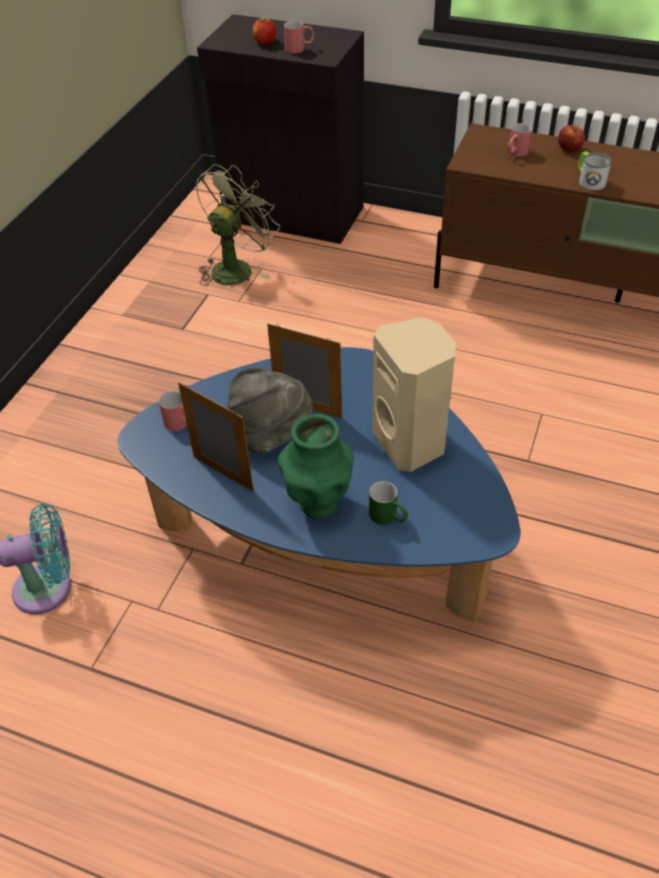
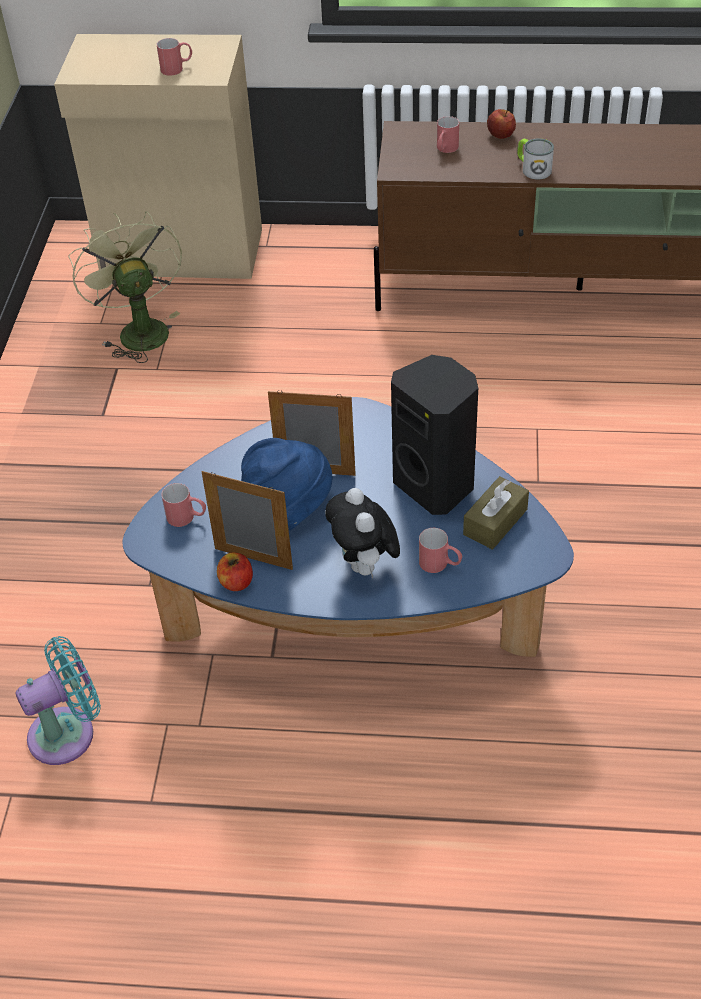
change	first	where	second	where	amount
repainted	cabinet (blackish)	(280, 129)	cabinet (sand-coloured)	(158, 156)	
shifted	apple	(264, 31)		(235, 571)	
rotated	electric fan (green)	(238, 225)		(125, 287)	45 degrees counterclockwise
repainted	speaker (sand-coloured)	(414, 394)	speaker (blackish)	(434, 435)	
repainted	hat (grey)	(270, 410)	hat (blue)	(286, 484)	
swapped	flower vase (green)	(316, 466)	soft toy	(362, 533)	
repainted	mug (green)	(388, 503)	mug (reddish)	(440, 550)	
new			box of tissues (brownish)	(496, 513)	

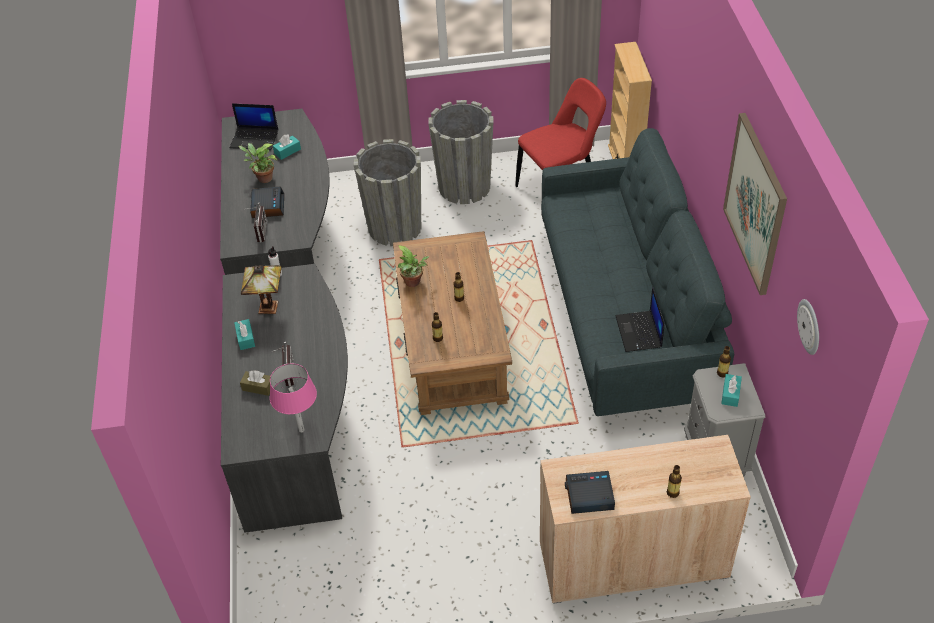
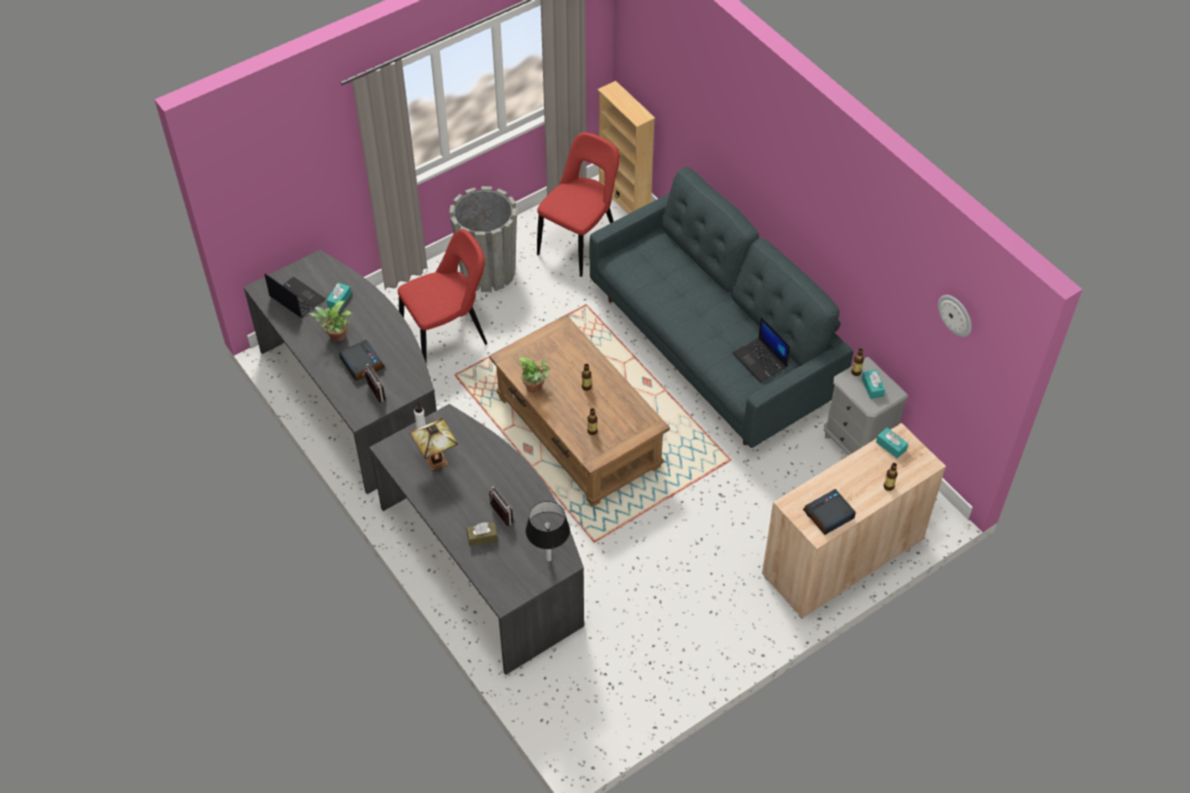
change	first	where	second	where	amount
rotated	portable computer	(254, 126)		(295, 295)	120 degrees counterclockwise
gone	wall picture	(755, 204)			
swapped	planter (grey)	(387, 192)	plain chair (reddish)	(442, 295)	
shifted	box of tissues (turquoise)	(244, 334)		(892, 443)	
repainted	lamp for a table (pink-coloured)	(293, 398)	lamp for a table (blackish)	(548, 531)	

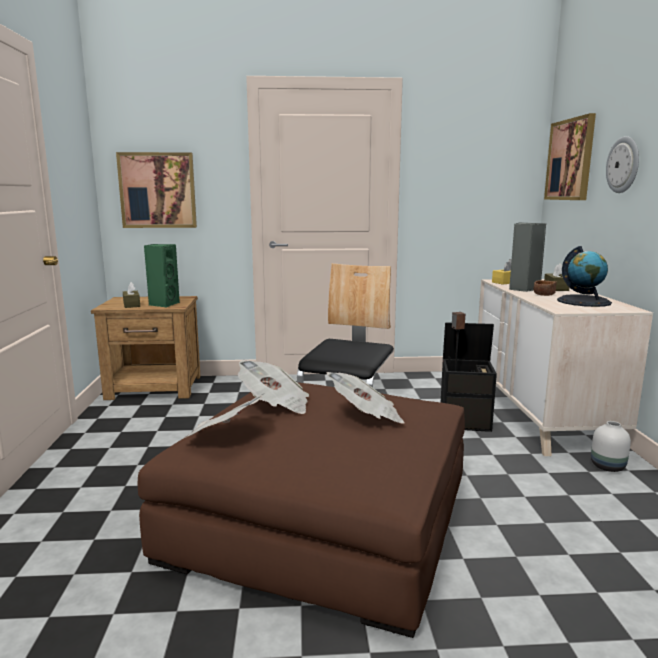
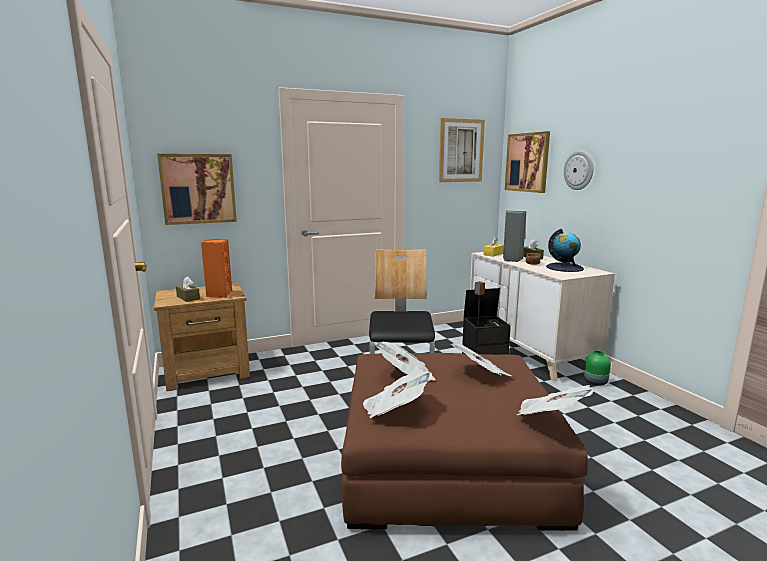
change	first	where	second	where	amount
repainted	speaker (green)	(162, 275)	speaker (orangey)	(216, 268)	
repainted	flower vase (white-coloured)	(611, 446)	flower vase (green)	(597, 368)	
new			wall picture	(462, 150)	
new			printed paper	(555, 400)	

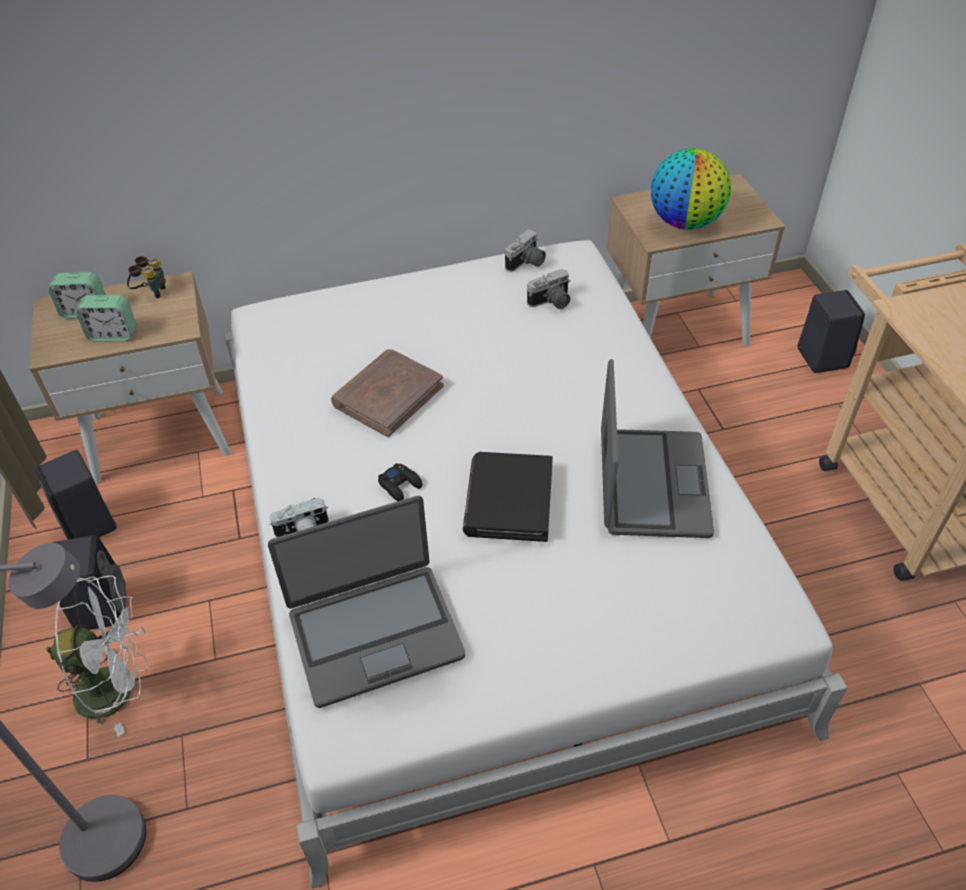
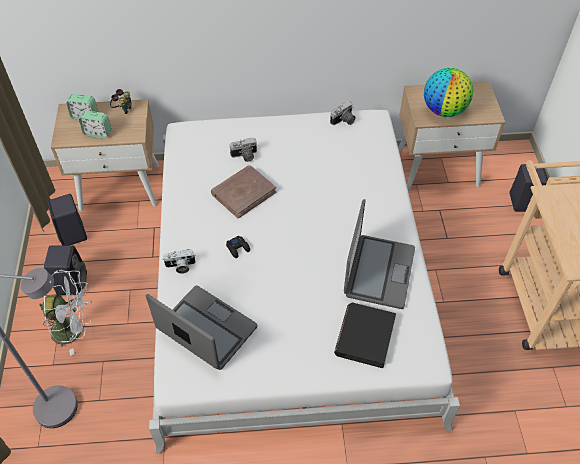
change	first	where	second	where	amount
shifted	still camera	(549, 289)		(244, 149)	
shifted	book (blackish)	(508, 497)		(365, 335)	
rotated	portable computer	(366, 602)		(202, 327)	135 degrees counterclockwise

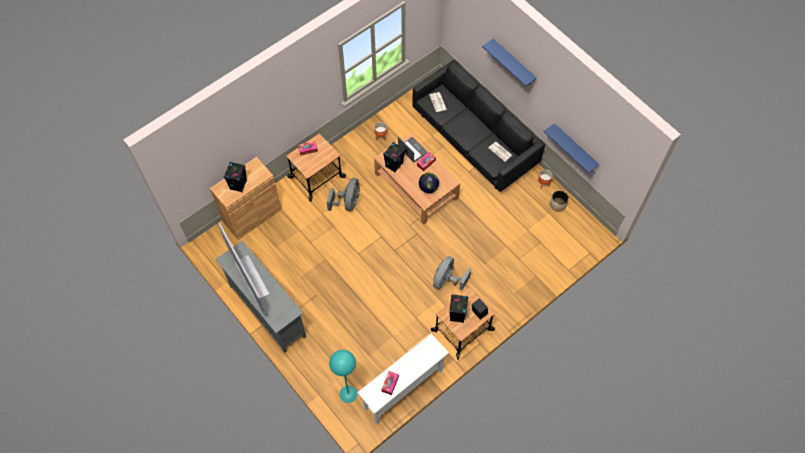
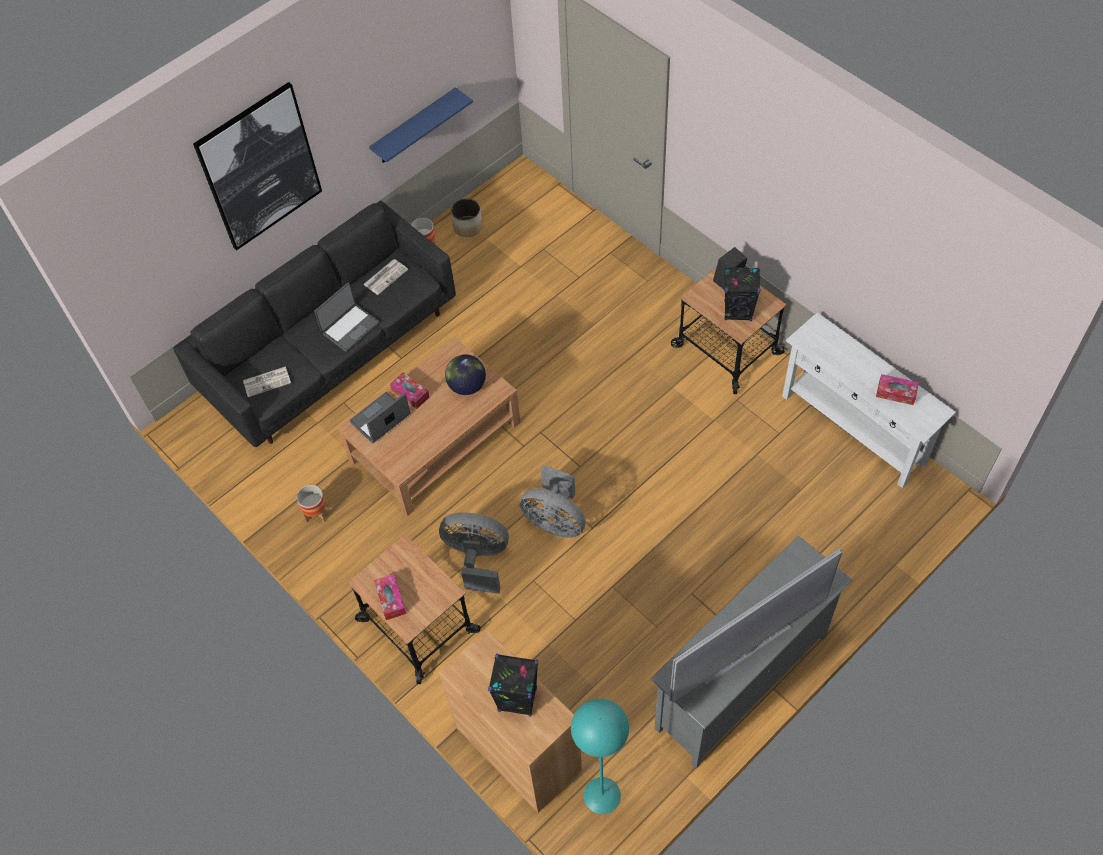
change	first	where	second	where	amount
swapped	wall shelf (blue)	(509, 62)	wall picture	(257, 166)	
gone	speaker (blackish)	(394, 157)			
shifted	electric fan (grey)	(452, 273)		(553, 501)	
shifted	standing lamp (turquoise)	(343, 376)		(600, 756)	
new			portable computer	(346, 317)	

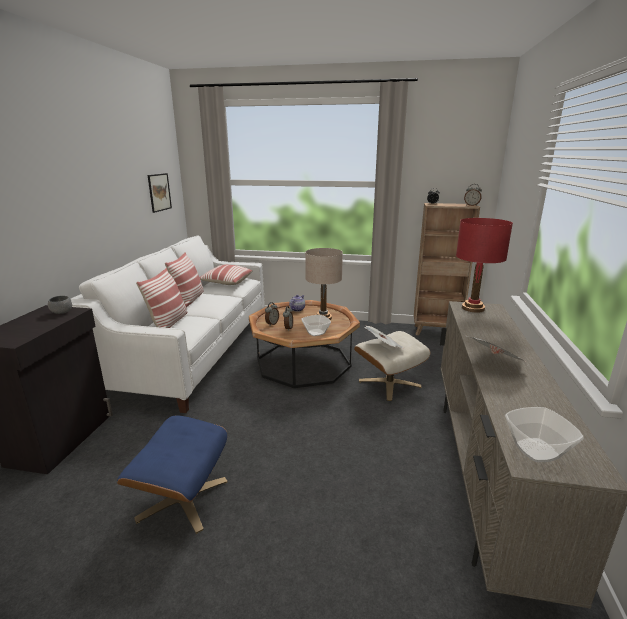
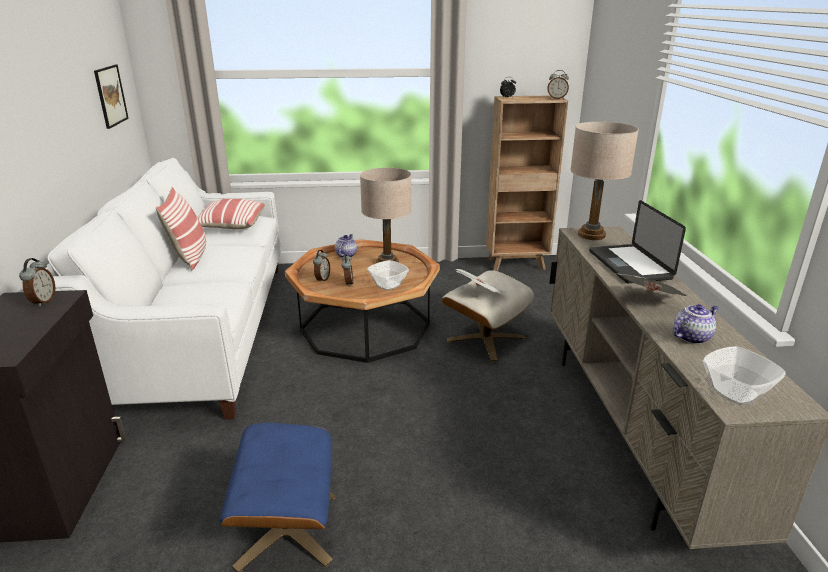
change	first	where	second	where	amount
repainted	lamp for a table (reddish)	(484, 265)	lamp for a table (sand-coloured)	(604, 181)	
gone	throw pillow	(161, 298)			
swapped	deep dish (grey)	(60, 305)	bedside clock	(37, 282)	
new			portable computer	(637, 241)	
new			pot for tea	(696, 324)	

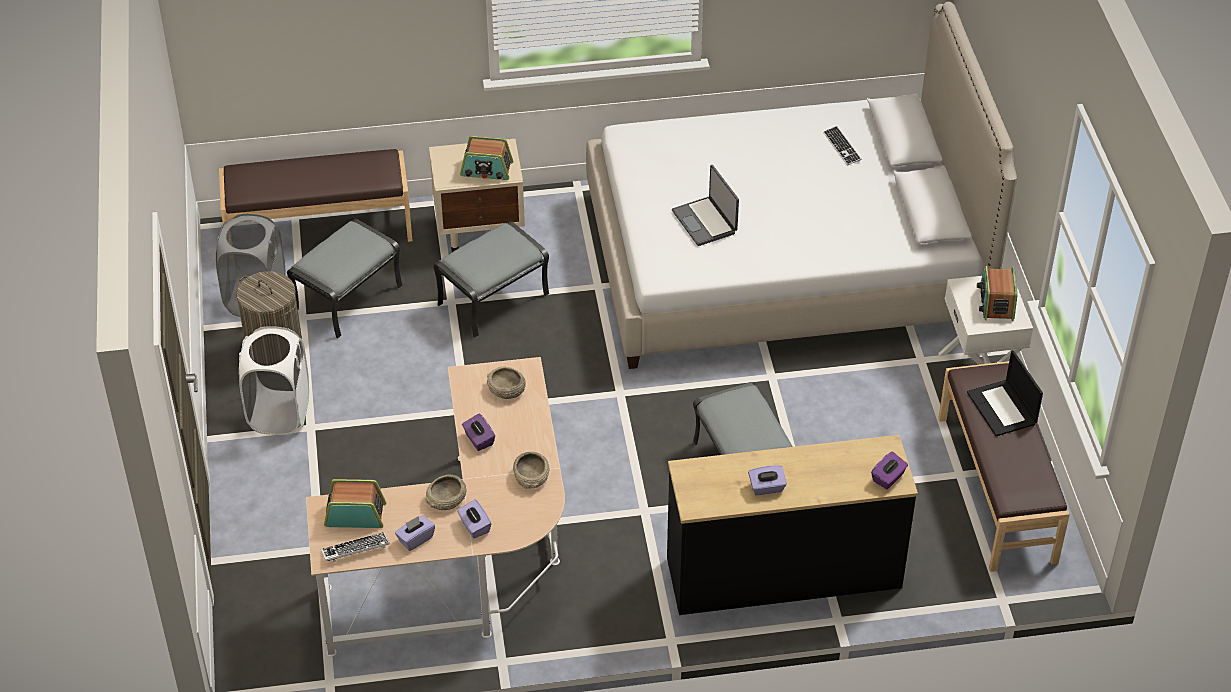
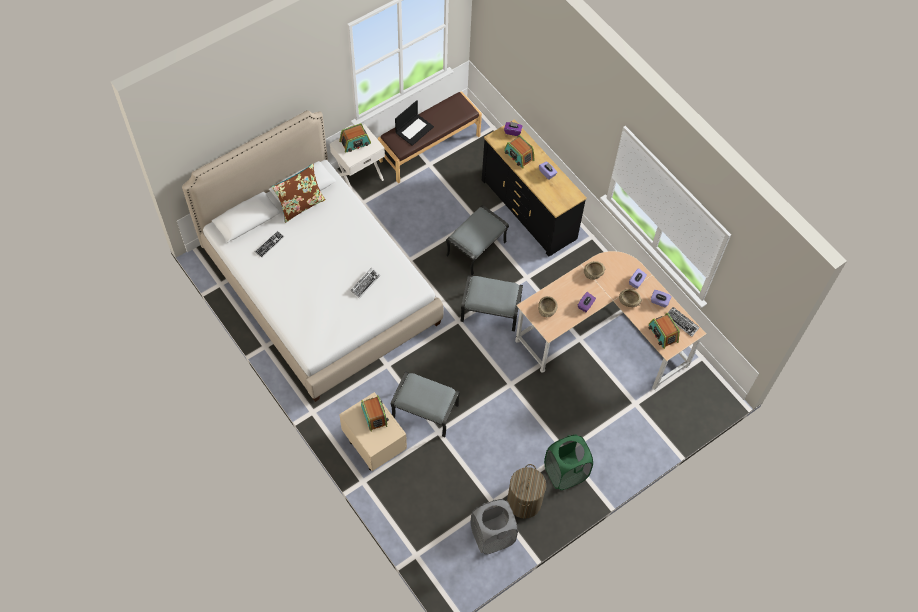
change	first	where	second	where	amount
gone	indoor bench (brownish)	(316, 195)			
swapped	portable computer	(705, 205)	computer keyboard	(365, 283)	
shifted	footrest (grey)	(345, 279)		(491, 303)	
repainted	hamper (white-coloured)	(274, 380)	hamper (green)	(568, 462)	
new			radio receiver	(519, 151)	
new			throw pillow (brownish)	(299, 193)	

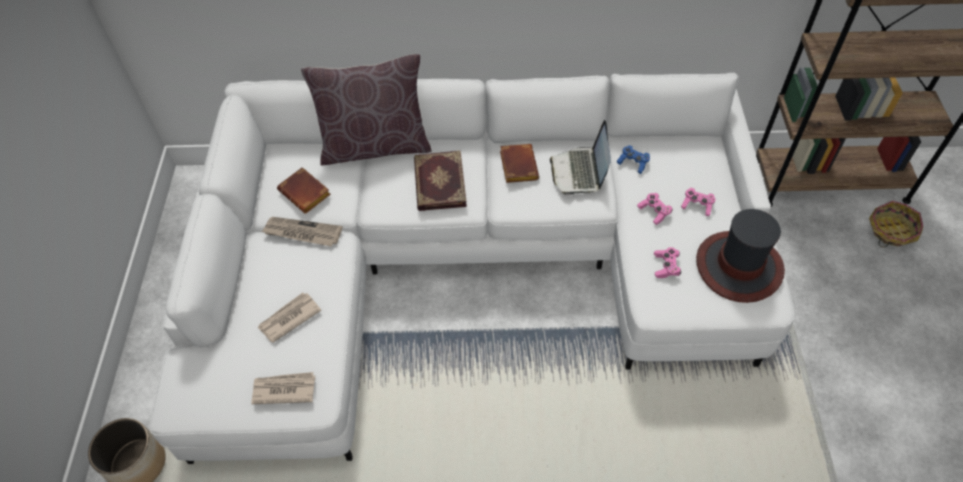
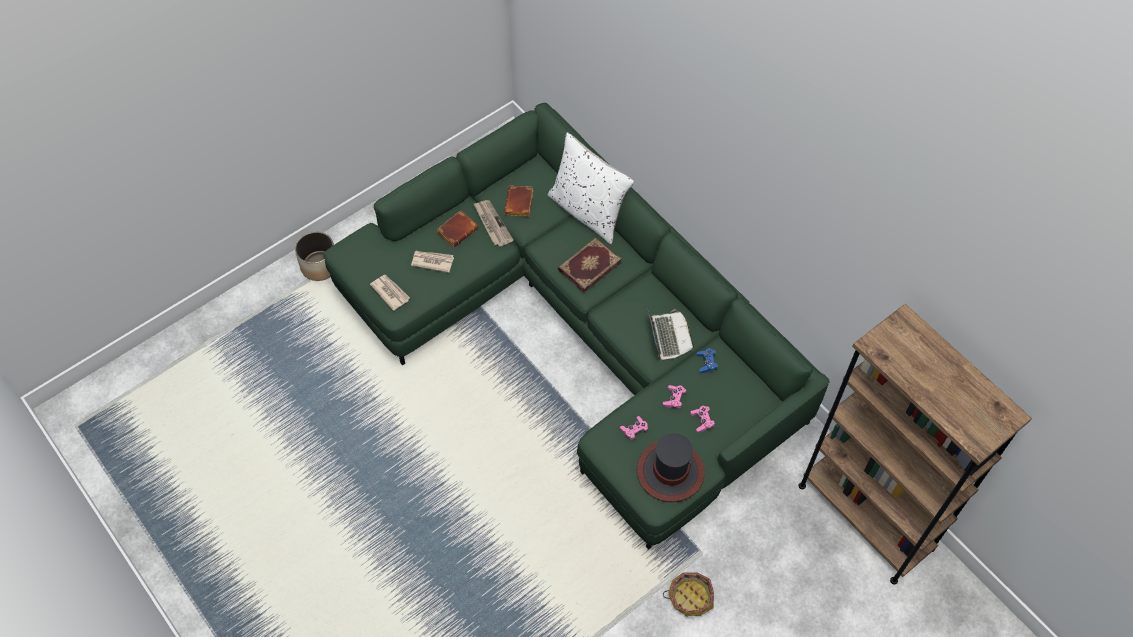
change	first	where	second	where	amount
repainted	throw pillow (brownish)	(366, 109)	throw pillow (white-coloured)	(591, 188)	
repainted	sofa (white-coloured)	(471, 268)	sofa (green)	(576, 326)	
rotated	portable computer	(580, 158)		(671, 334)	120 degrees clockwise
shifted	book (brownish)	(519, 163)		(457, 229)	
shifted	household basket	(896, 224)		(688, 594)	

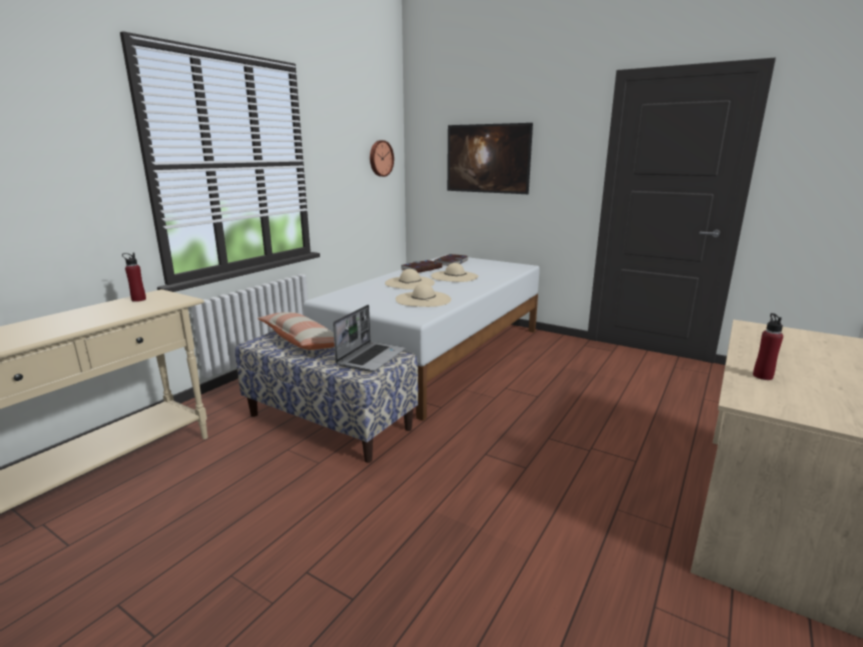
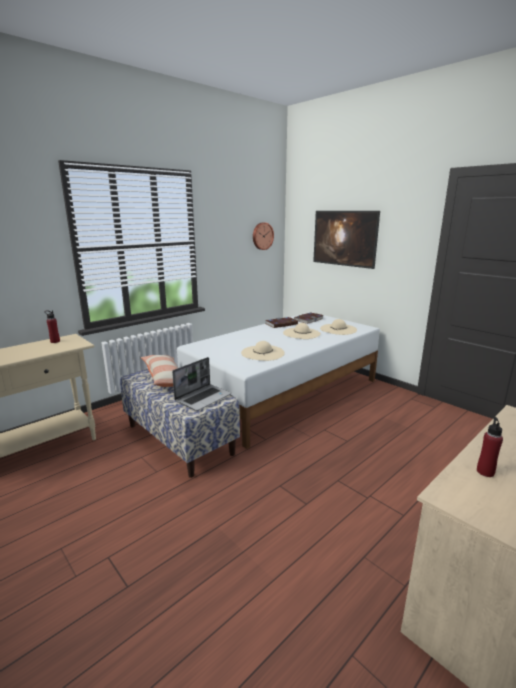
change	first	where	second	where	amount
shifted	hat (sand-coloured)	(410, 279)		(338, 327)	

